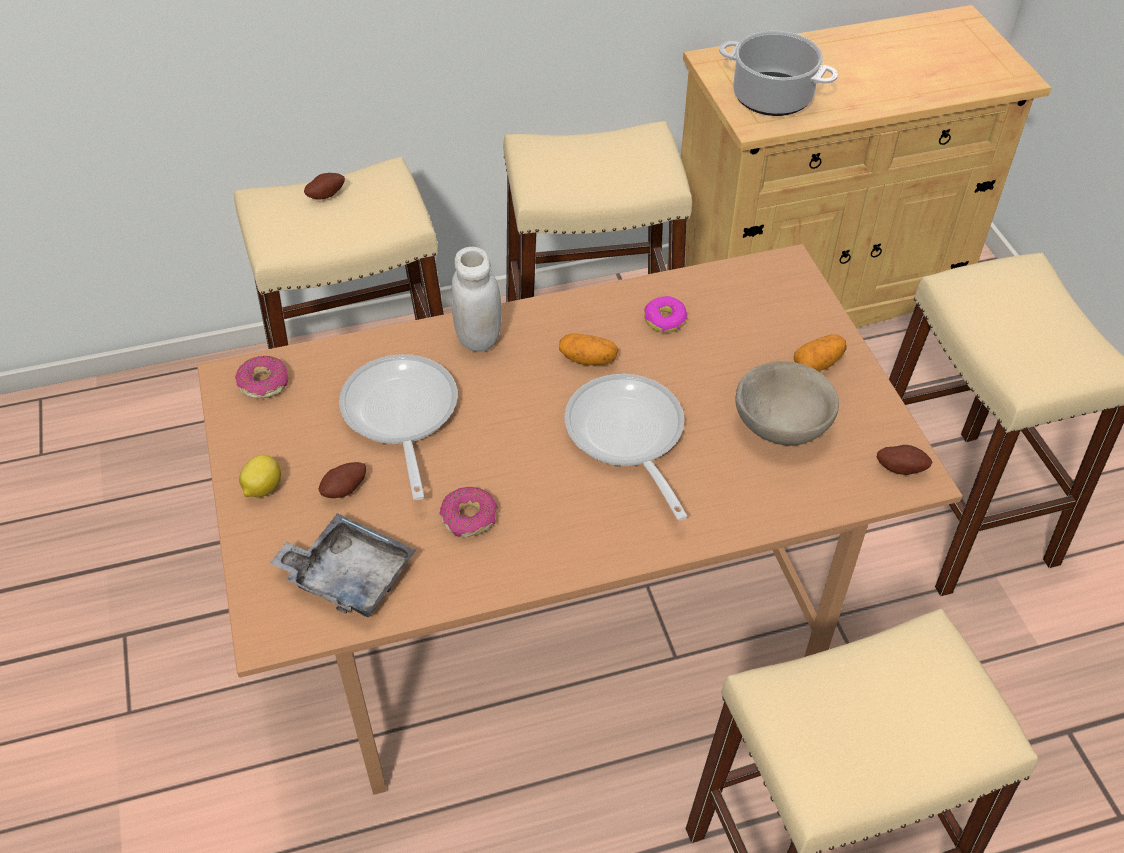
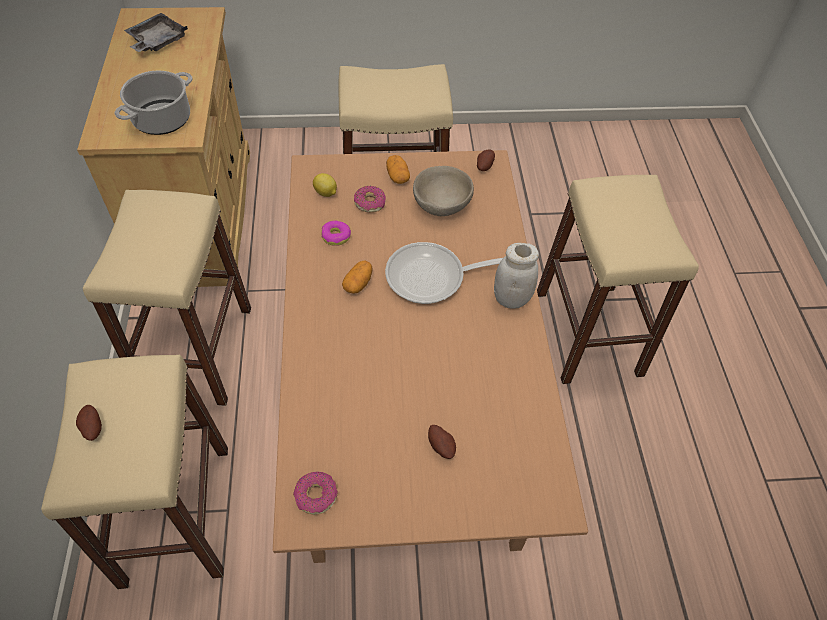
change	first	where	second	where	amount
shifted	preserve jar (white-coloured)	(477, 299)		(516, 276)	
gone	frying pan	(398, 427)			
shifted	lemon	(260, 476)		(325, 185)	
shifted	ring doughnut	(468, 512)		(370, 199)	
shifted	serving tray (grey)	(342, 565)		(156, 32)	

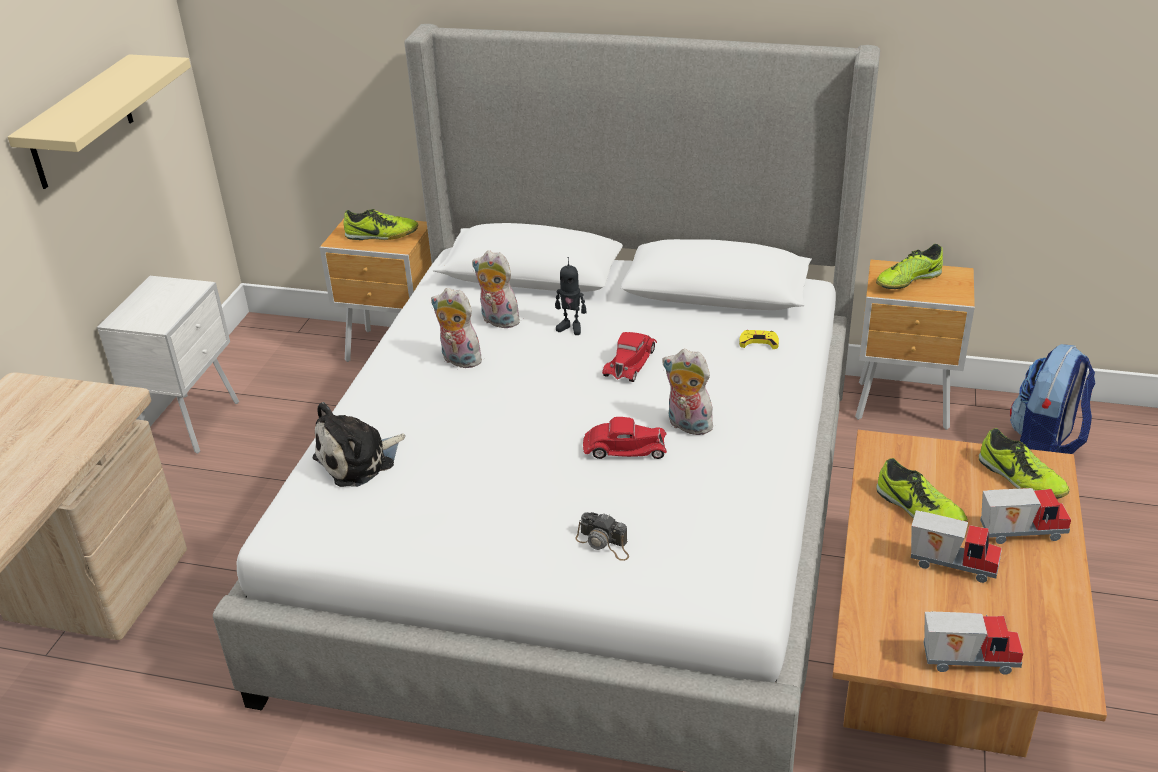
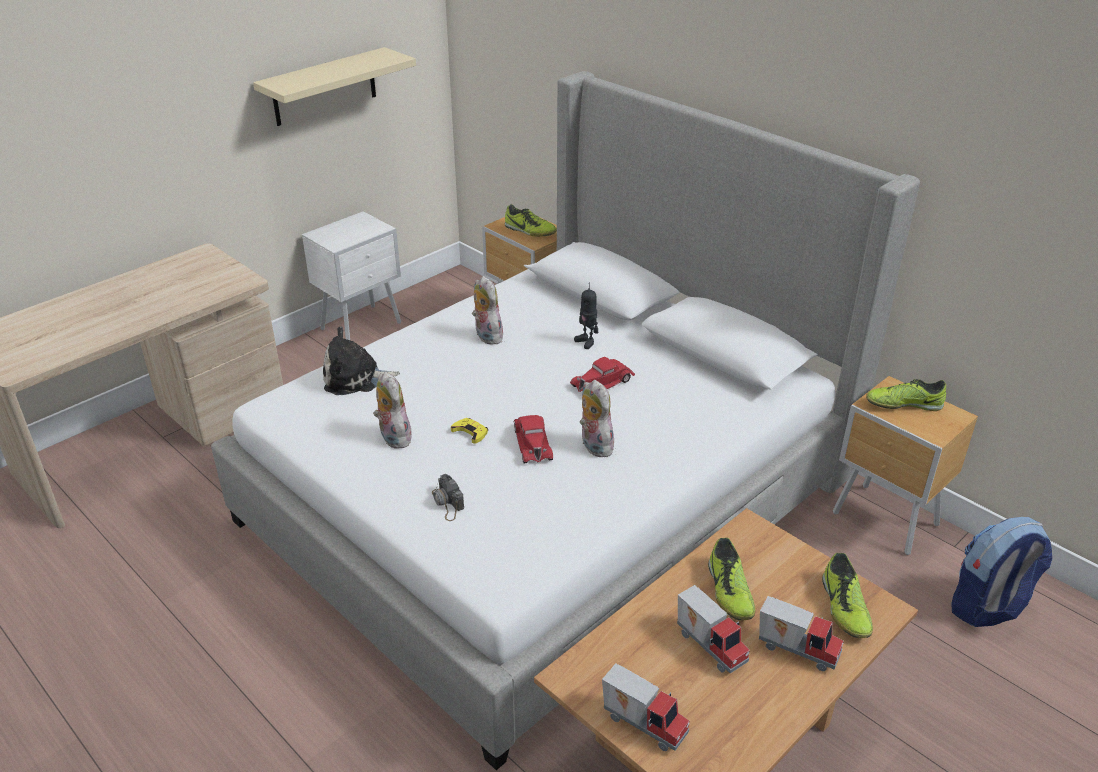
change	first	where	second	where	amount
shifted	soft toy	(497, 289)		(393, 410)	
shifted	game controller (yellow)	(759, 339)		(469, 431)	
rotated	model car (reddish)	(625, 438)		(533, 439)	45 degrees clockwise

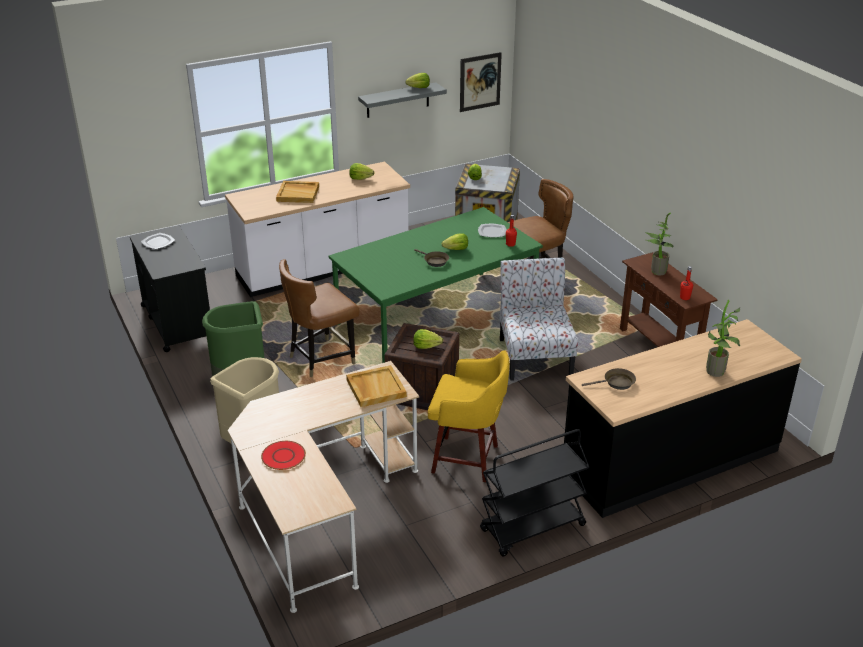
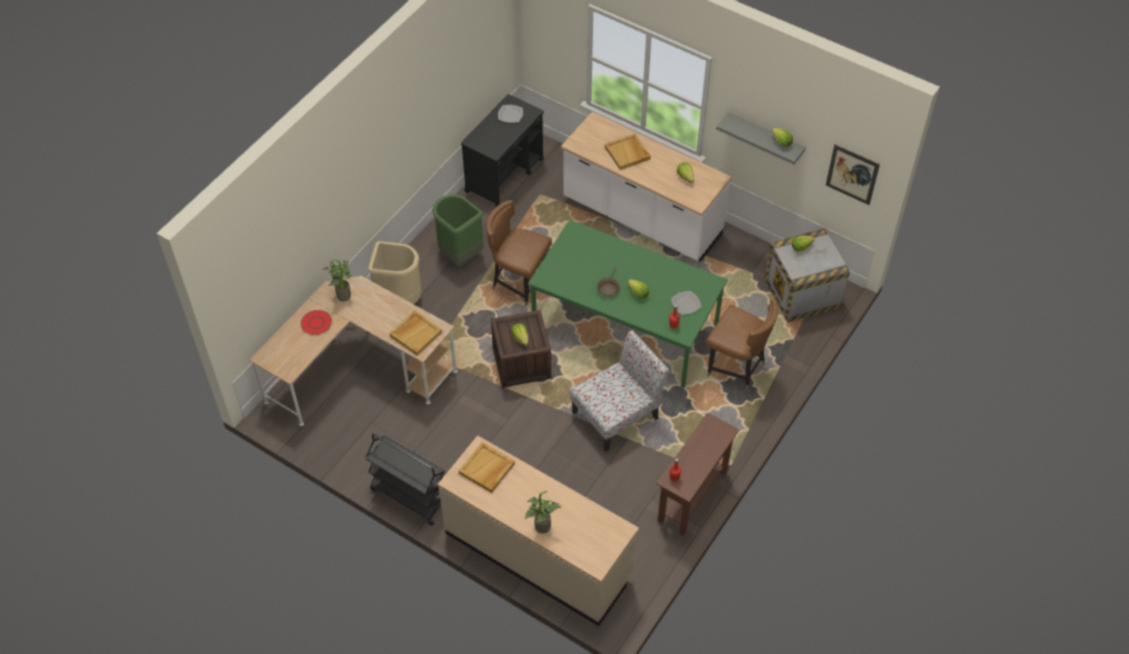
change	first	where	second	where	amount
shifted	houseplant	(659, 244)		(336, 281)	
repainted	kitchen base unit (blackish)	(683, 418)	kitchen base unit (sand-coloured)	(538, 530)	
gone	sitting stool (yellow)	(469, 416)			
swapped	frying pan (brownish)	(609, 379)	serving tray (sand-coloured)	(487, 467)	

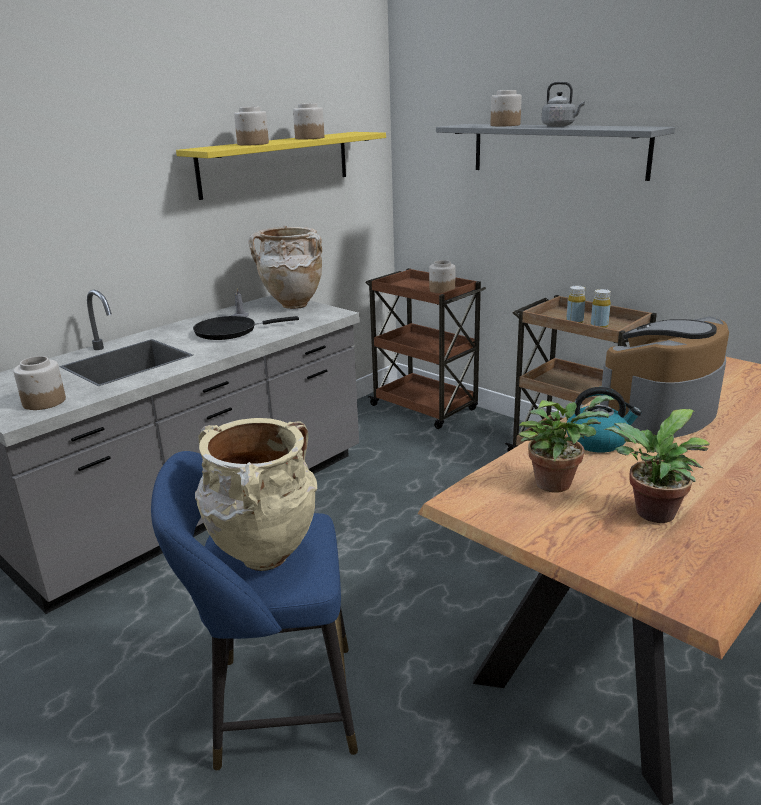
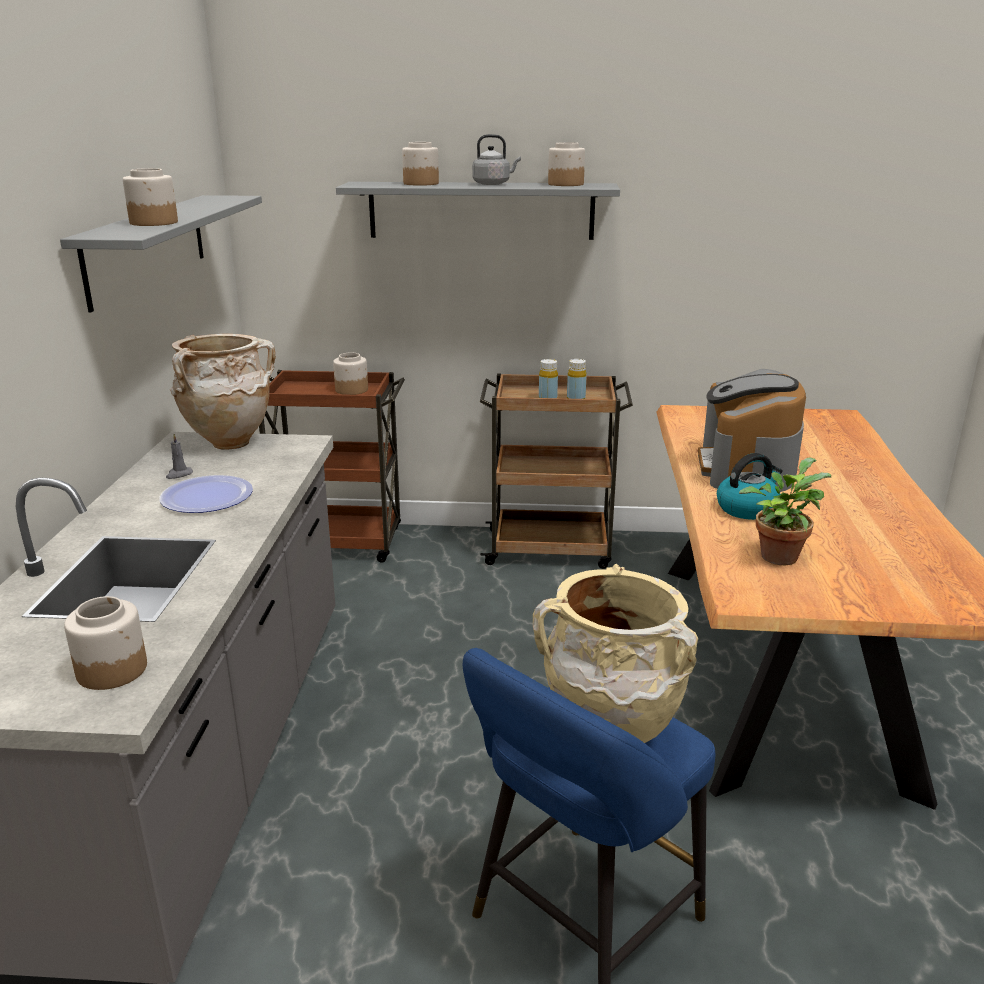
change	first	where	second	where	amount
shifted	preserve jar	(308, 121)		(566, 164)	
repainted	wall shelf (yellow)	(281, 166)	wall shelf (grey)	(161, 253)	
swapped	frying pan (blackish)	(246, 328)	plate	(206, 494)	
gone	houseplant	(657, 466)			

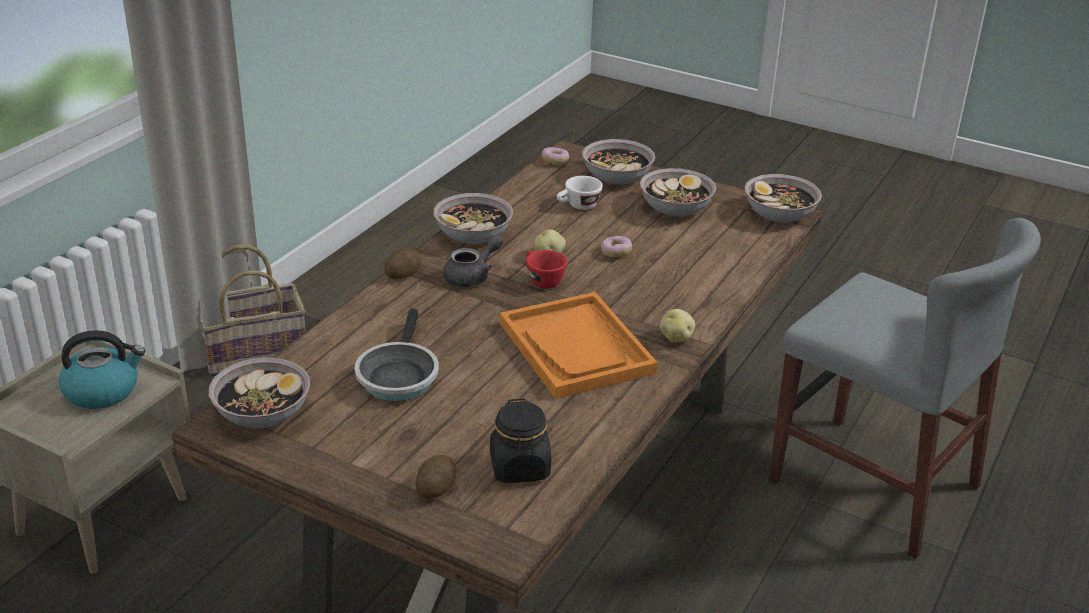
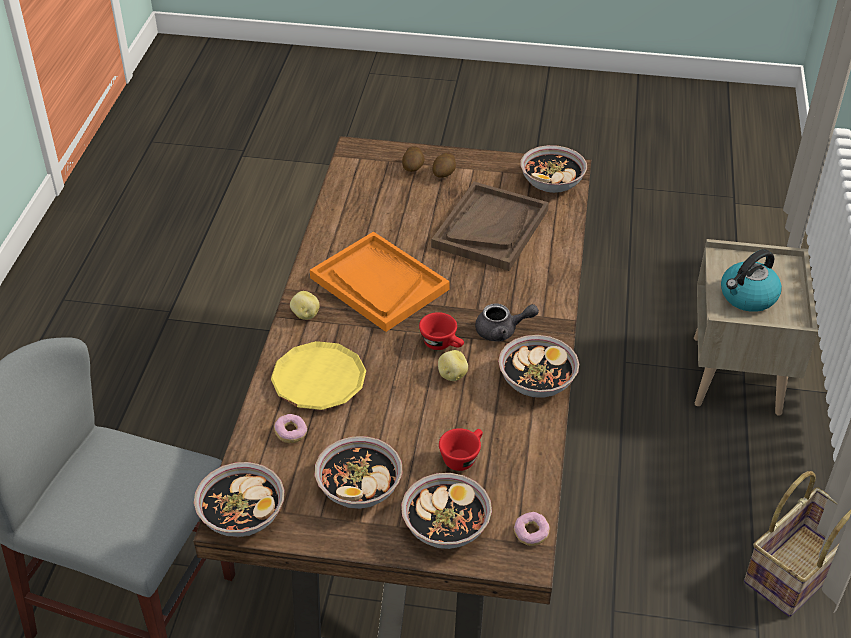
change	first	where	second	where	amount
repainted	small cup (white-coloured)	(580, 193)	small cup (reddish)	(461, 449)	
rotated	pot for tea (grey)	(473, 261)		(507, 322)	120 degrees counterclockwise
shifted	ring doughnut	(616, 246)		(290, 428)	
shifted	spud	(402, 263)		(444, 165)	
swapped	frying pan	(397, 355)	serving tray (brownish)	(490, 226)	
gone	preserve jar (blackish)	(520, 441)			
new			plate (yellow)	(318, 375)	

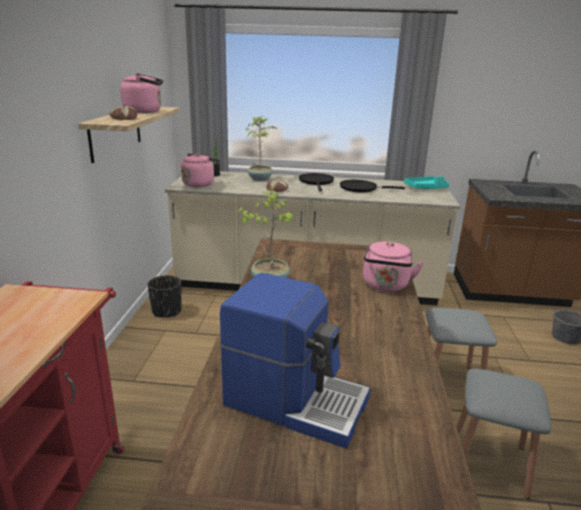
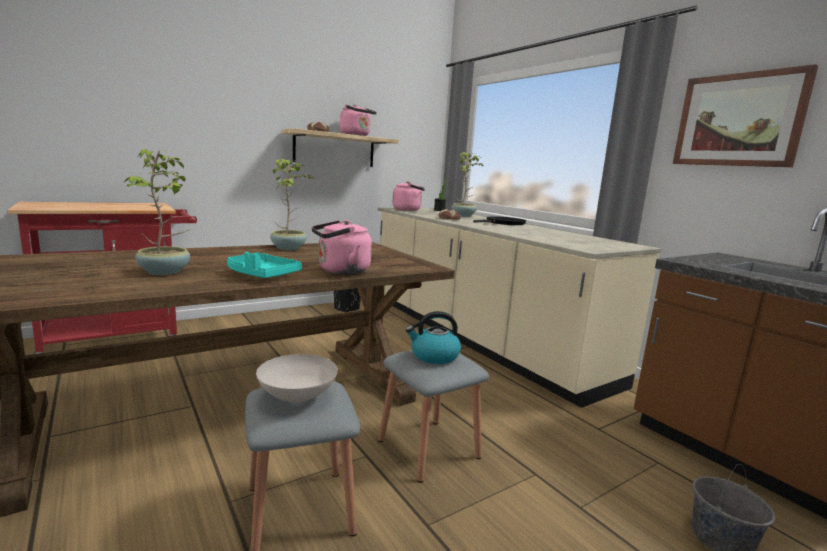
change	first	where	second	where	amount
shifted	serving tray (turquoise)	(426, 182)		(264, 265)	
gone	frying pan (blackish)	(372, 186)			
gone	coffee brewer	(295, 361)			
new			wall picture	(745, 115)	
new			houseplant	(157, 212)	
new			kettle	(433, 337)	
new			deep dish (white-coloured)	(297, 378)	

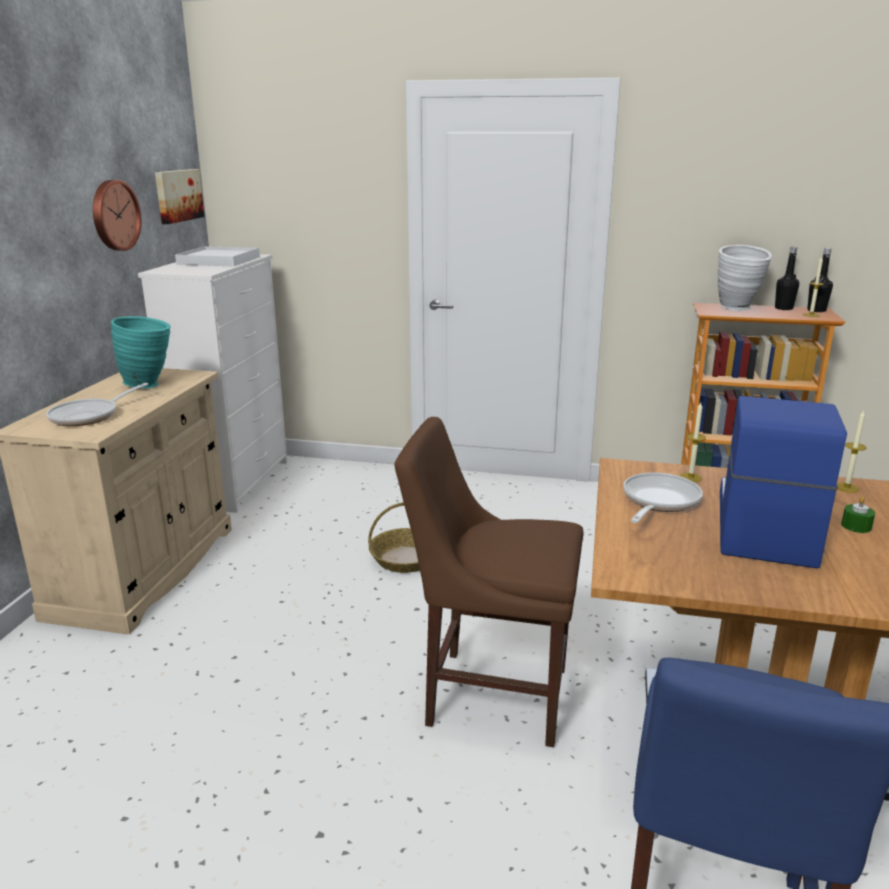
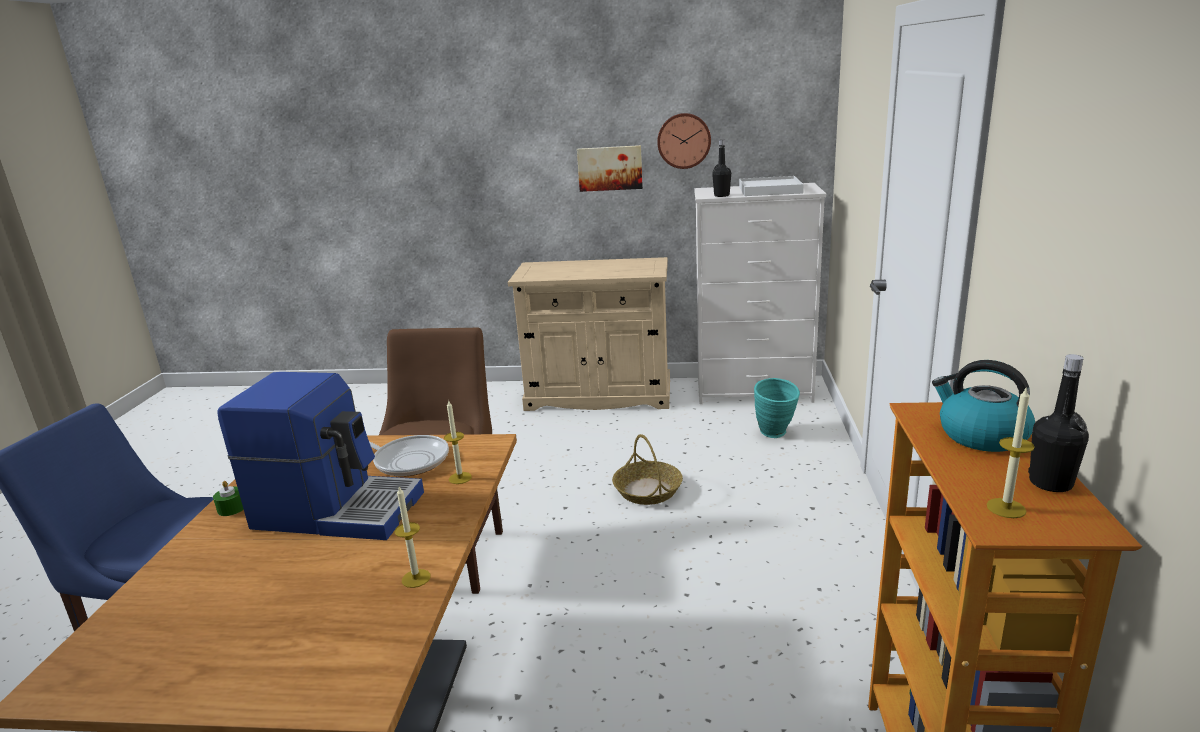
change	first	where	second	where	amount
shifted	wall picture	(180, 196)		(610, 168)	
swapped	flower vase (white-coloured)	(745, 278)	kettle	(983, 406)	
shifted	beverage bottle (blackish)	(820, 280)		(721, 168)	
shifted	flower vase (turquoise)	(140, 352)		(777, 408)	
gone	frying pan	(97, 404)			
shifted	candle (green)	(858, 515)		(228, 498)	

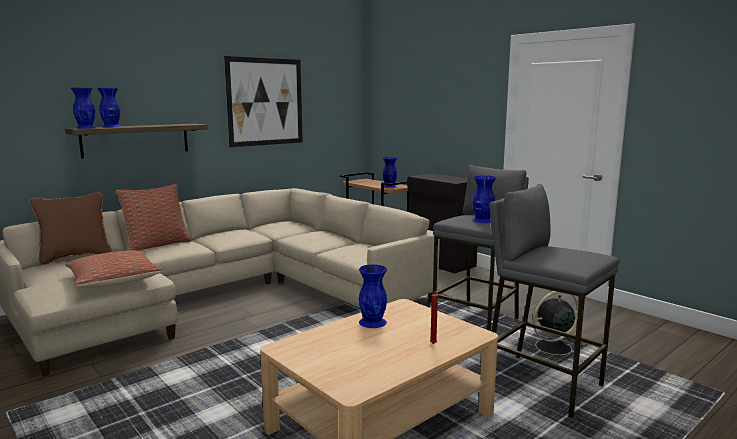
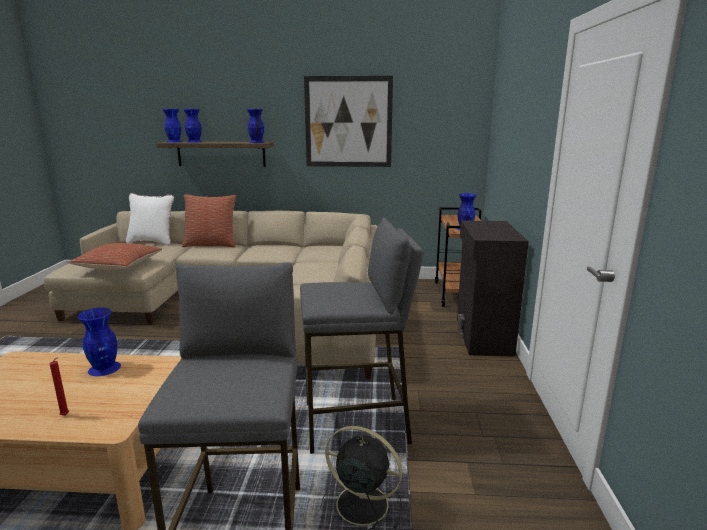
change	first	where	second	where	amount
shifted	flower vase (blue)	(484, 199)		(255, 126)	
repainted	throw pillow (brownish)	(70, 228)	throw pillow (white-coloured)	(149, 219)	

